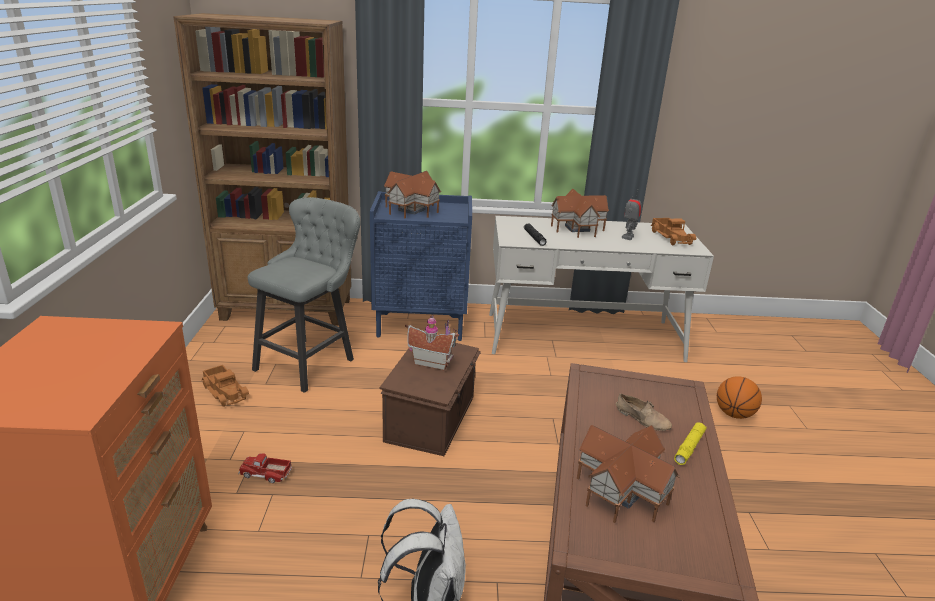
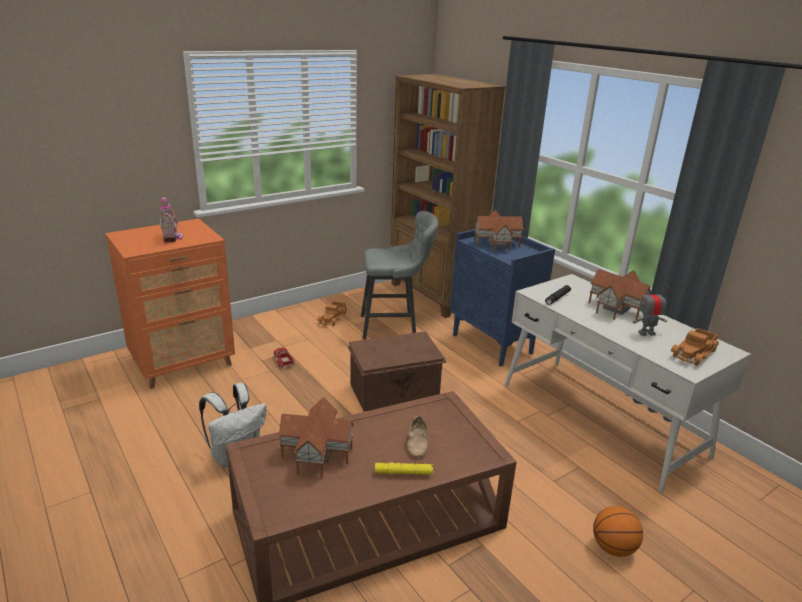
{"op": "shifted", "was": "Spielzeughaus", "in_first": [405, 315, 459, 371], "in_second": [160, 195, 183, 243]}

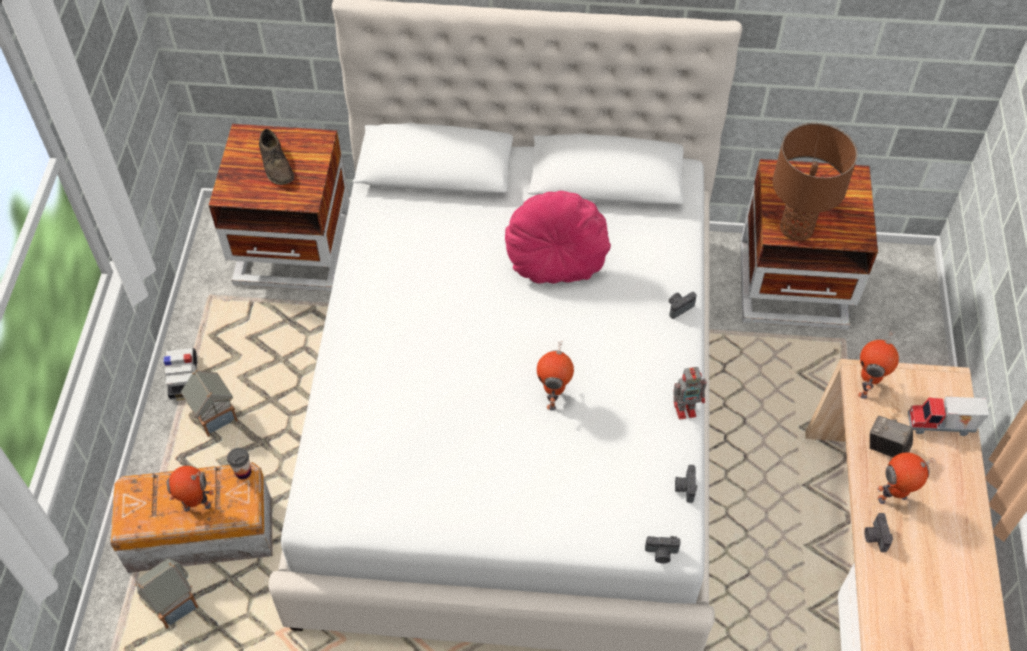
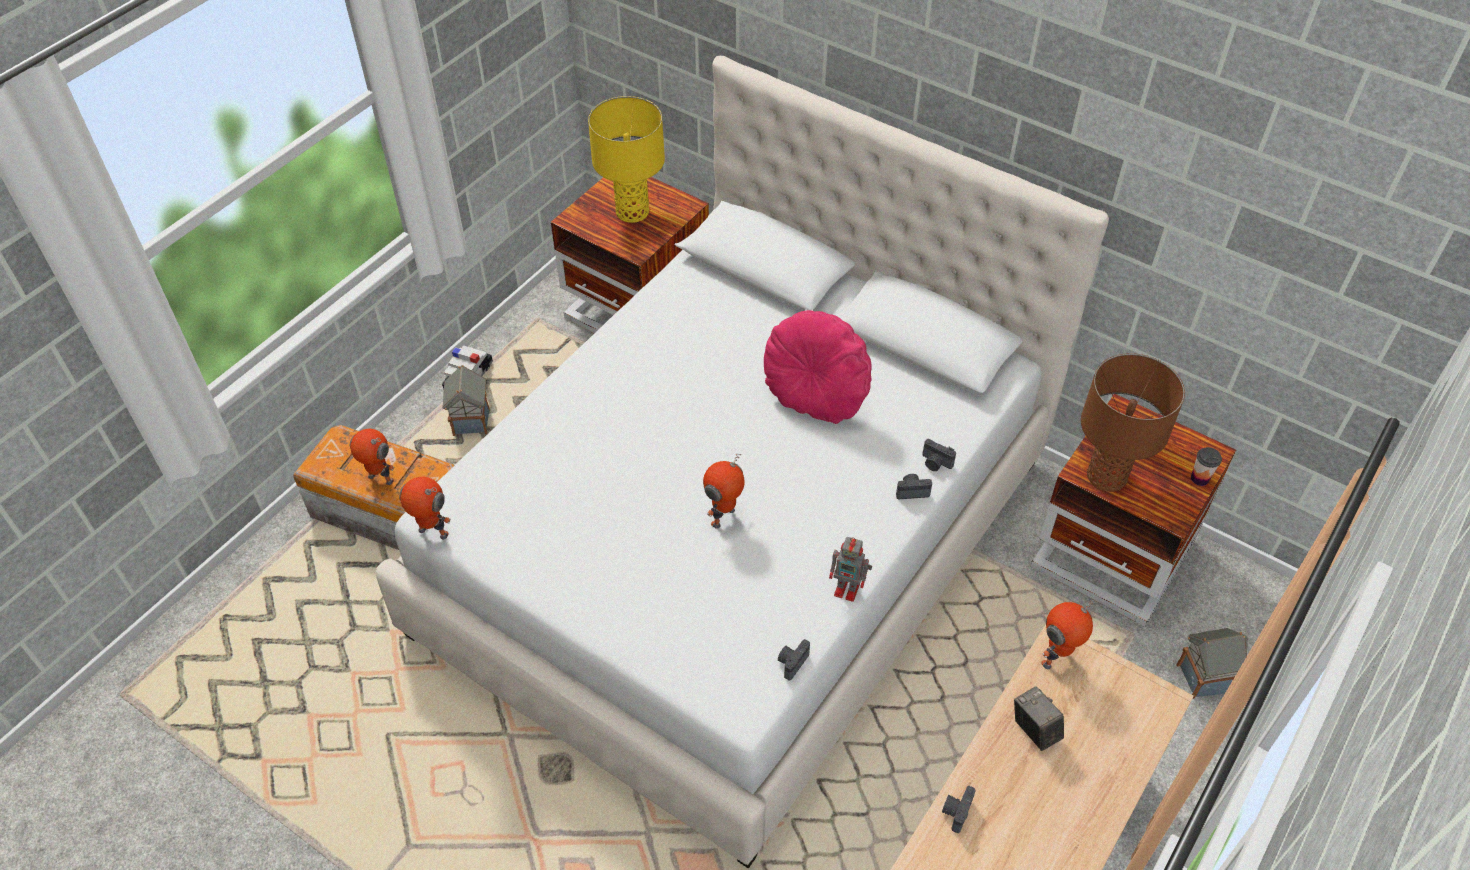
{"op": "shifted", "was": "Spielzeugroboter", "in_first": [877, 452, 936, 504], "in_second": [399, 477, 451, 540]}
{"op": "swapped", "was": "Schuh (braun)", "now": "Tischlampe (gelb)", "in_first": [259, 129, 294, 185], "in_second": [588, 96, 665, 223]}
{"op": "shifted", "was": "Kamera", "in_first": [645, 536, 680, 563], "in_second": [922, 439, 956, 471]}
{"op": "shifted", "was": "Spielzeughaus", "in_first": [134, 558, 198, 629], "in_second": [1176, 628, 1248, 699]}
{"op": "shifted", "was": "Tasse", "in_first": [227, 448, 252, 479], "in_second": [1191, 447, 1222, 486]}
{"op": "gone", "was": "Spielzeuglaster", "in_first": [908, 397, 989, 436]}

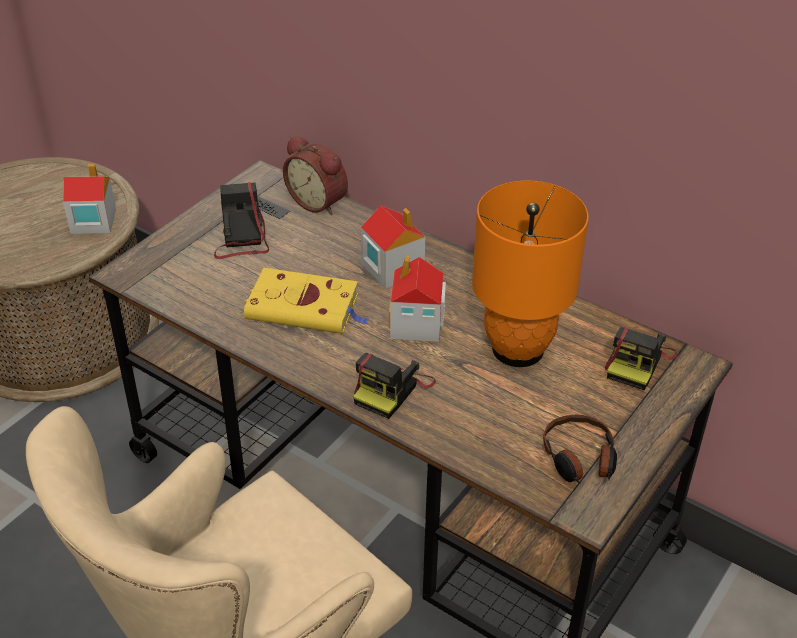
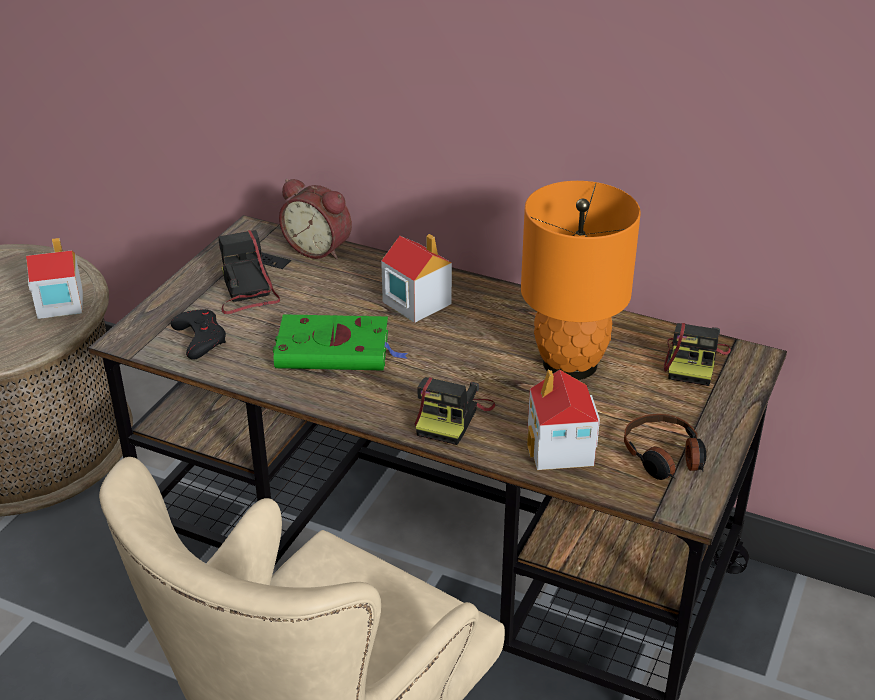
{"op": "new", "now": "Gamepad (schwarz)", "in_second": [171, 309, 226, 360]}
{"op": "repainted", "was": "Buch (gelb)", "now": "Buch (grün)", "in_first": [244, 268, 369, 334], "in_second": [273, 314, 408, 371]}
{"op": "shifted", "was": "Spielzeughaus", "in_first": [389, 256, 446, 342], "in_second": [527, 370, 600, 470]}

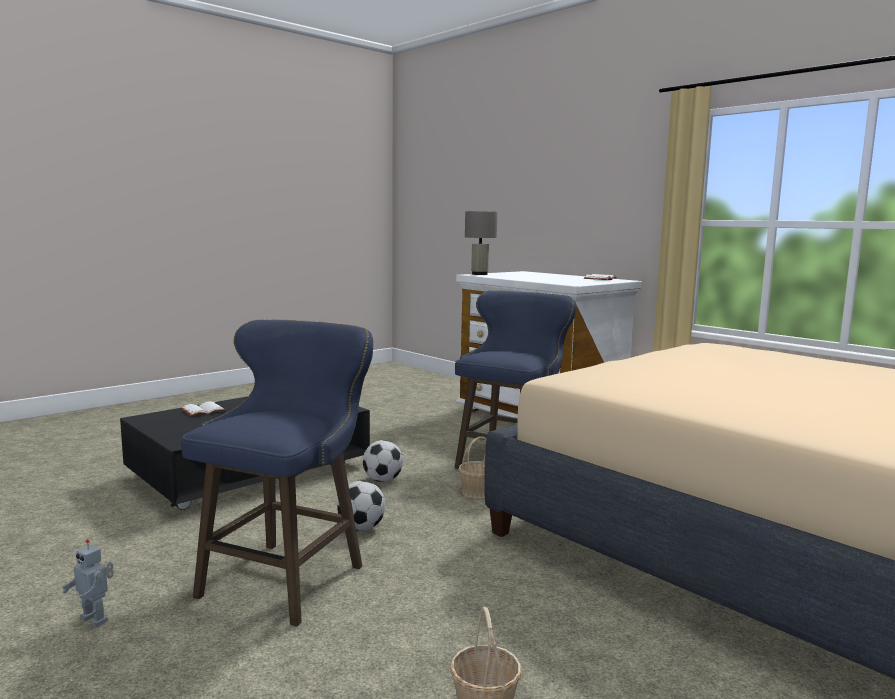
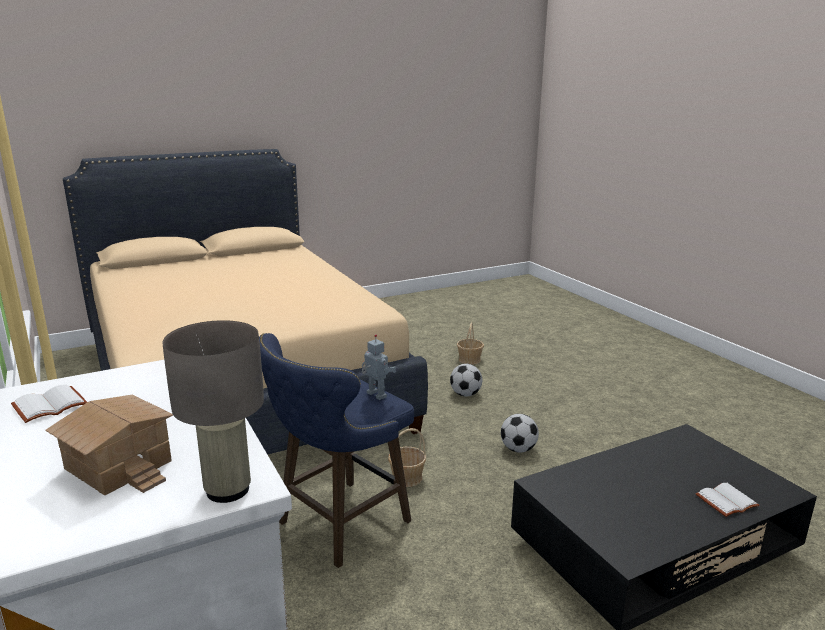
{"op": "new", "now": "Spielzeughaus", "in_second": [45, 395, 173, 495]}
{"op": "shifted", "was": "Spielzeugroboter", "in_first": [61, 539, 114, 628], "in_second": [362, 334, 396, 400]}
{"op": "shifted", "was": "Fußball", "in_first": [363, 440, 403, 482], "in_second": [450, 364, 482, 397]}
{"op": "gone", "was": "Hocker (blau)", "in_first": [181, 319, 373, 627]}

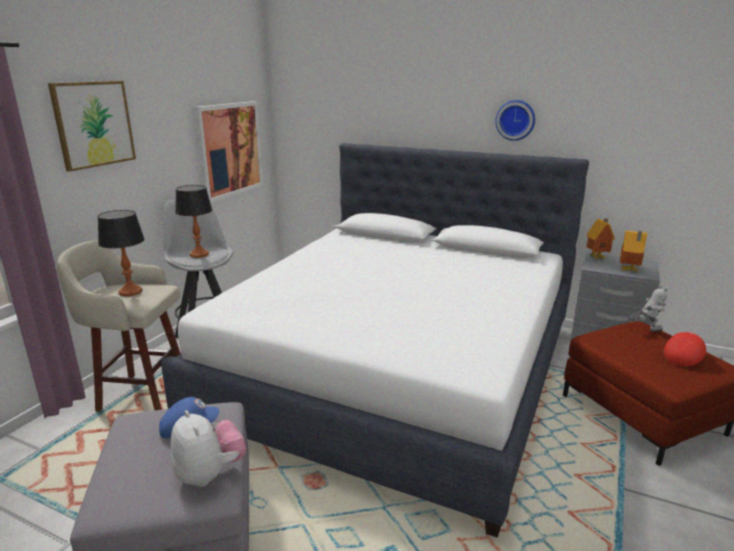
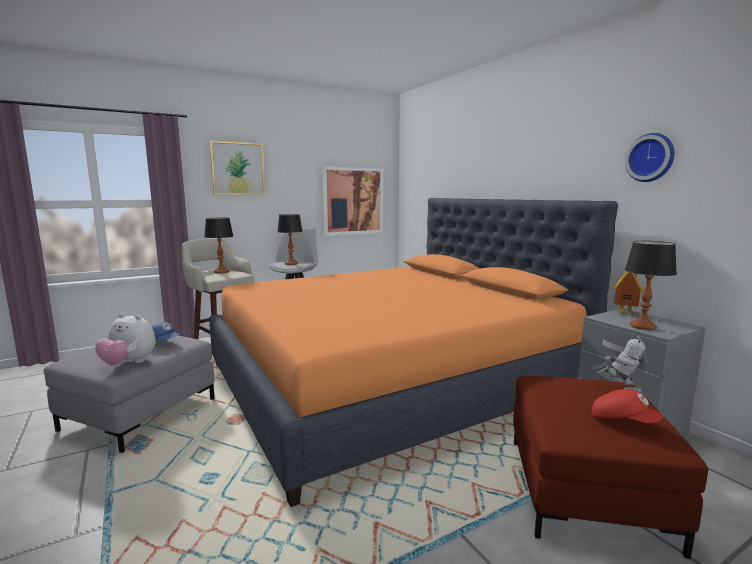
{"op": "rotated", "was": "Plüschtier", "in_first": [171, 410, 246, 487], "in_second": [95, 314, 156, 365], "clockwise": 105}
{"op": "repainted", "was": "Bett (weiß)", "now": "Bett (orange)", "in_first": [161, 143, 589, 538], "in_second": [209, 198, 618, 507]}
{"op": "rotated", "was": "Kappe (rot)", "in_first": [664, 332, 706, 366], "in_second": [591, 389, 664, 423], "clockwise": 45}
{"op": "shifted", "was": "Wanduhr", "in_first": [495, 100, 535, 141], "in_second": [625, 133, 675, 182]}
{"op": "swapped", "was": "Spielzeughaus", "now": "Tischlampe", "in_first": [620, 231, 647, 272], "in_second": [625, 241, 677, 330]}

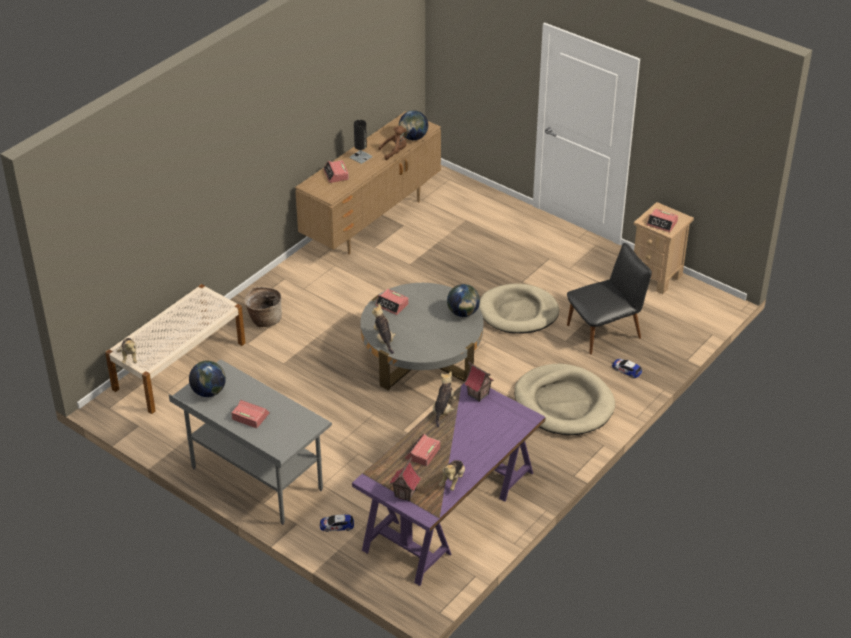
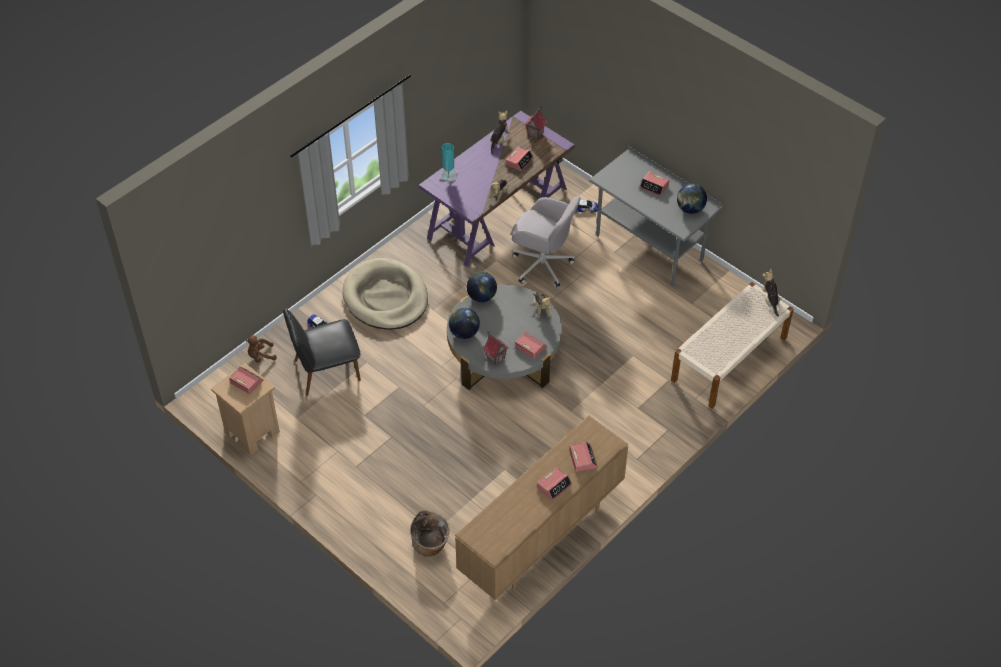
{"op": "shifted", "was": "Plüschtier (braun)", "in_first": [379, 126, 407, 160], "in_second": [246, 335, 277, 363]}
{"op": "shifted", "was": "Korb", "in_first": [244, 287, 282, 327], "in_second": [410, 510, 450, 557]}
{"op": "new", "now": "Tischlampe (türkis)", "in_second": [439, 143, 458, 182]}
{"op": "shifted", "was": "Globus", "in_first": [399, 110, 428, 140], "in_second": [467, 272, 497, 302]}
{"op": "shifted", "was": "Spielzeughaus", "in_first": [464, 361, 494, 402], "in_second": [483, 331, 509, 365]}
{"op": "new", "now": "Bürostuhl (grau)", "in_second": [511, 196, 580, 287]}
{"op": "swapped", "was": "Tischlampe (schwarz)", "now": "Wecker", "in_first": [350, 120, 372, 164], "in_second": [537, 467, 572, 501]}
{"op": "gone", "was": "Hundebett (beige)", "in_first": [479, 284, 559, 334]}

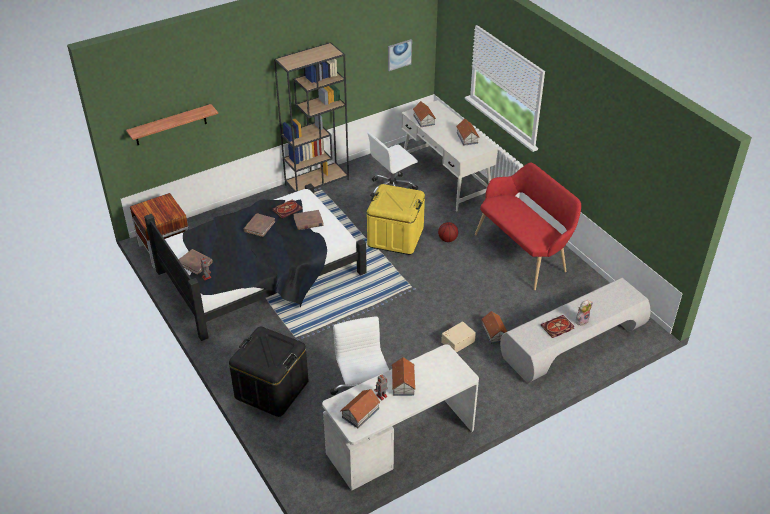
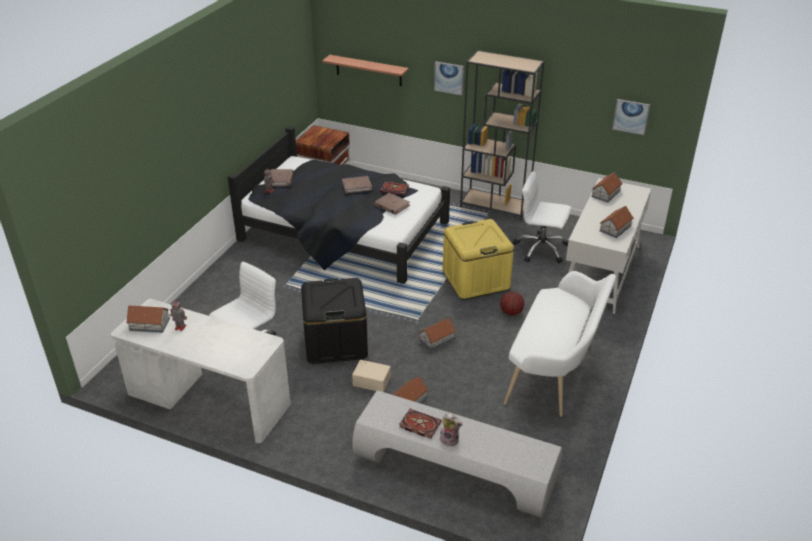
{"op": "shifted", "was": "Aufbewahrungsbox (schwarz)", "in_first": [229, 326, 308, 417], "in_second": [301, 278, 368, 364]}
{"op": "shifted", "was": "Spielzeughaus", "in_first": [392, 357, 416, 396], "in_second": [418, 318, 456, 350]}
{"op": "new", "now": "Bild", "in_second": [434, 61, 464, 95]}
{"op": "repainted", "was": "Bank (rot)", "now": "Bank (weiß)", "in_first": [475, 162, 581, 290], "in_second": [504, 271, 616, 417]}

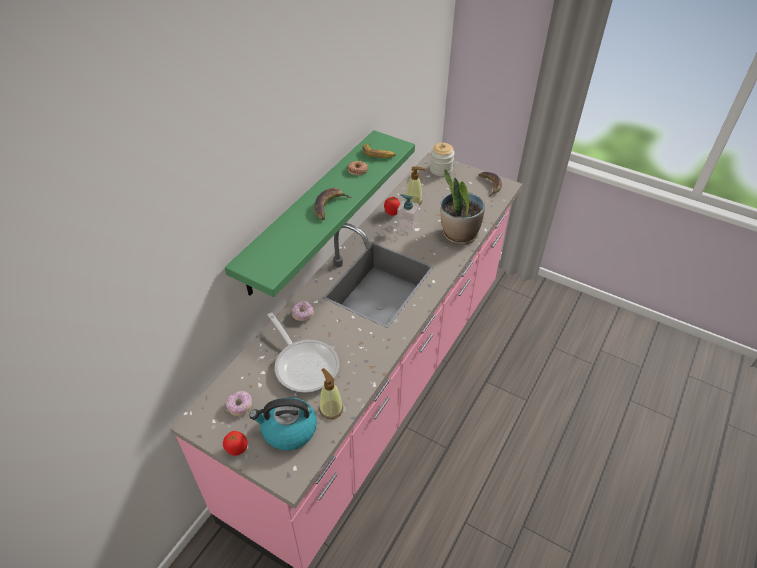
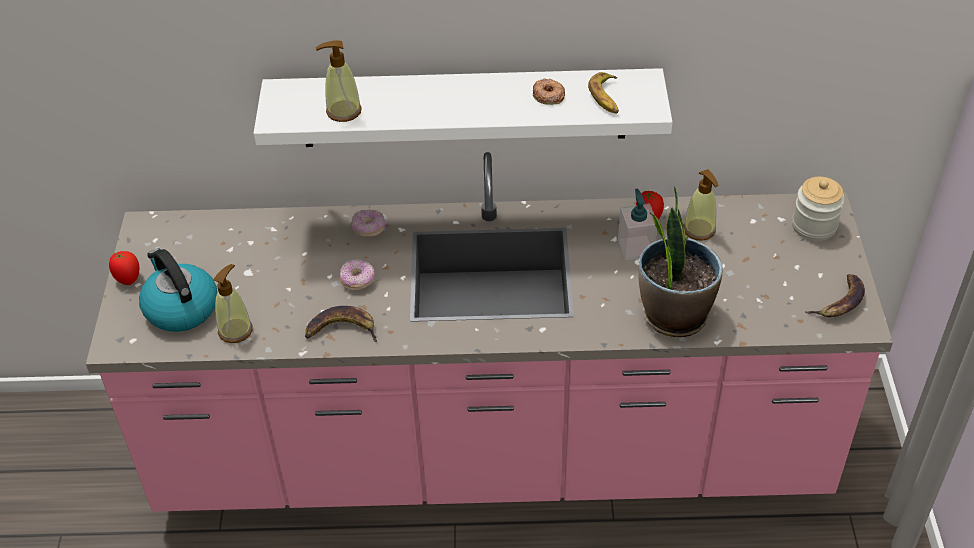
{"op": "repainted", "was": "Wandregal (grün)", "now": "Wandregal (weiß)", "in_first": [225, 130, 415, 297], "in_second": [253, 68, 672, 147]}
{"op": "shifted", "was": "Banane", "in_first": [314, 188, 352, 220], "in_second": [305, 306, 377, 342]}
{"op": "new", "now": "Seifenspender", "in_second": [316, 40, 362, 122]}
{"op": "shifted", "was": "Donut", "in_first": [226, 391, 252, 416], "in_second": [339, 259, 375, 291]}
{"op": "gone", "was": "Pfanne", "in_first": [268, 312, 339, 392]}

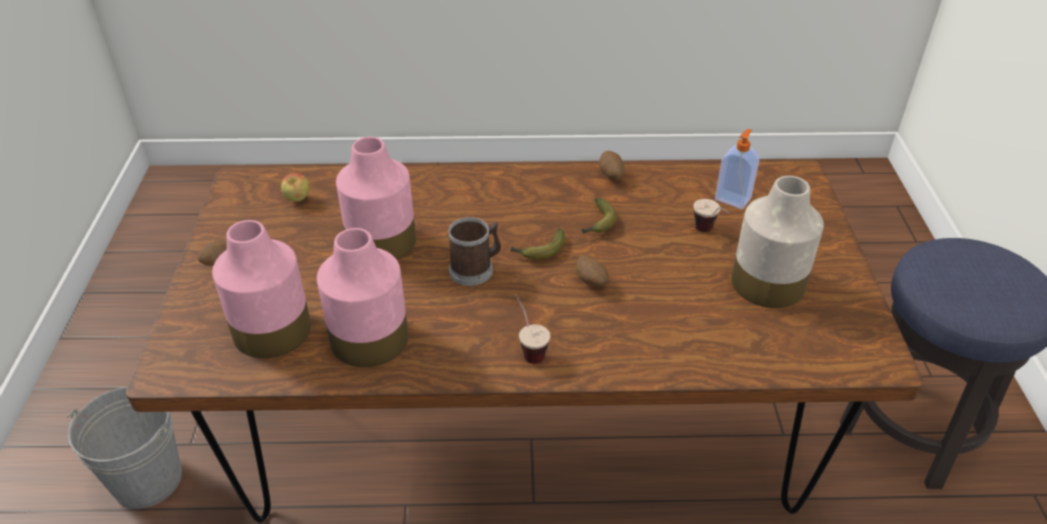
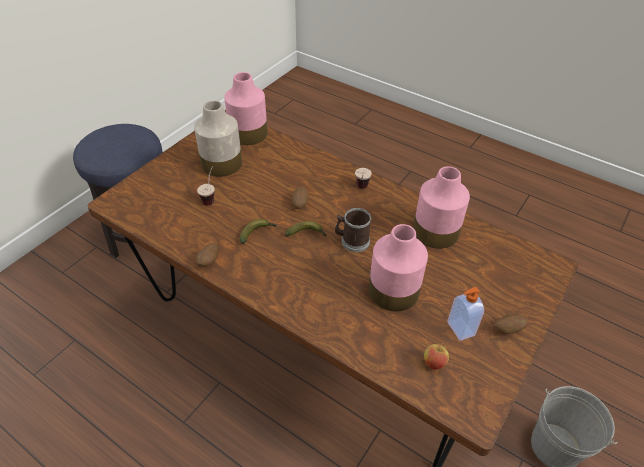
{"op": "shifted", "was": "Vase (rosa)", "in_first": [212, 220, 311, 358], "in_second": [224, 72, 268, 145]}
{"op": "shifted", "was": "Seifenspender", "in_first": [715, 129, 759, 209], "in_second": [447, 287, 484, 341]}

